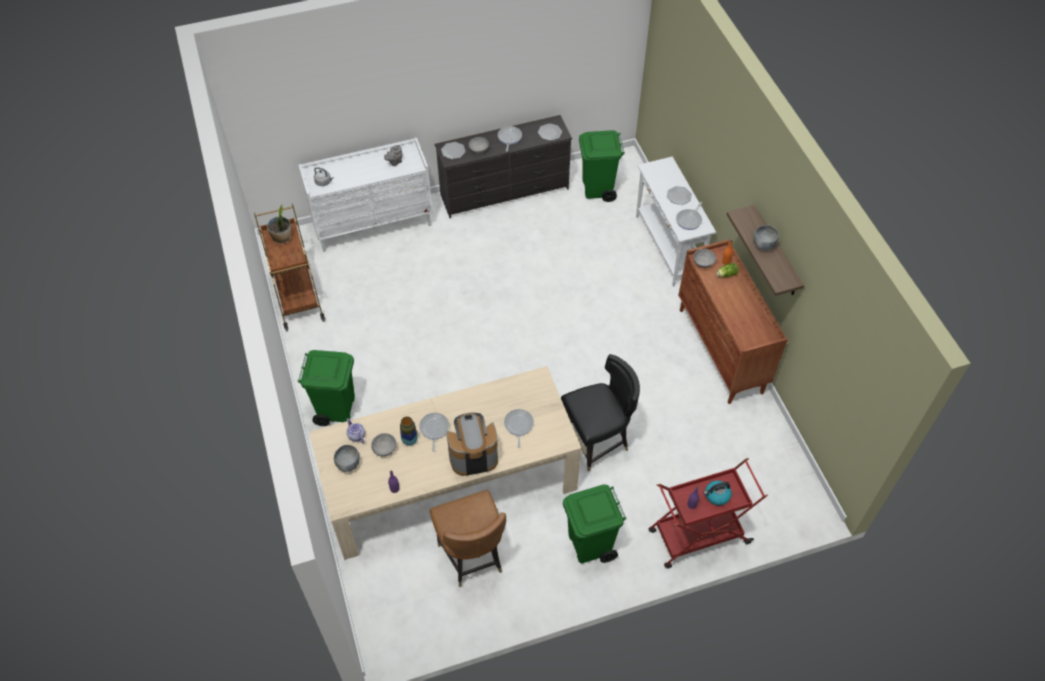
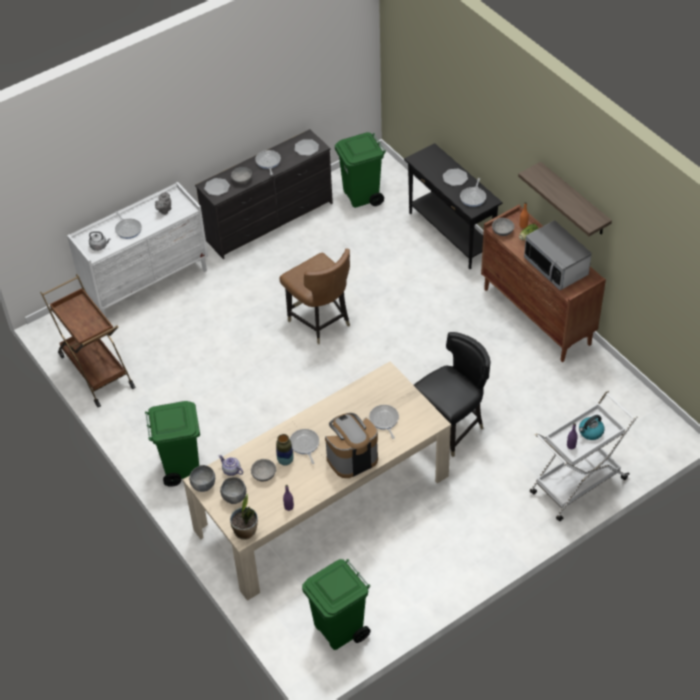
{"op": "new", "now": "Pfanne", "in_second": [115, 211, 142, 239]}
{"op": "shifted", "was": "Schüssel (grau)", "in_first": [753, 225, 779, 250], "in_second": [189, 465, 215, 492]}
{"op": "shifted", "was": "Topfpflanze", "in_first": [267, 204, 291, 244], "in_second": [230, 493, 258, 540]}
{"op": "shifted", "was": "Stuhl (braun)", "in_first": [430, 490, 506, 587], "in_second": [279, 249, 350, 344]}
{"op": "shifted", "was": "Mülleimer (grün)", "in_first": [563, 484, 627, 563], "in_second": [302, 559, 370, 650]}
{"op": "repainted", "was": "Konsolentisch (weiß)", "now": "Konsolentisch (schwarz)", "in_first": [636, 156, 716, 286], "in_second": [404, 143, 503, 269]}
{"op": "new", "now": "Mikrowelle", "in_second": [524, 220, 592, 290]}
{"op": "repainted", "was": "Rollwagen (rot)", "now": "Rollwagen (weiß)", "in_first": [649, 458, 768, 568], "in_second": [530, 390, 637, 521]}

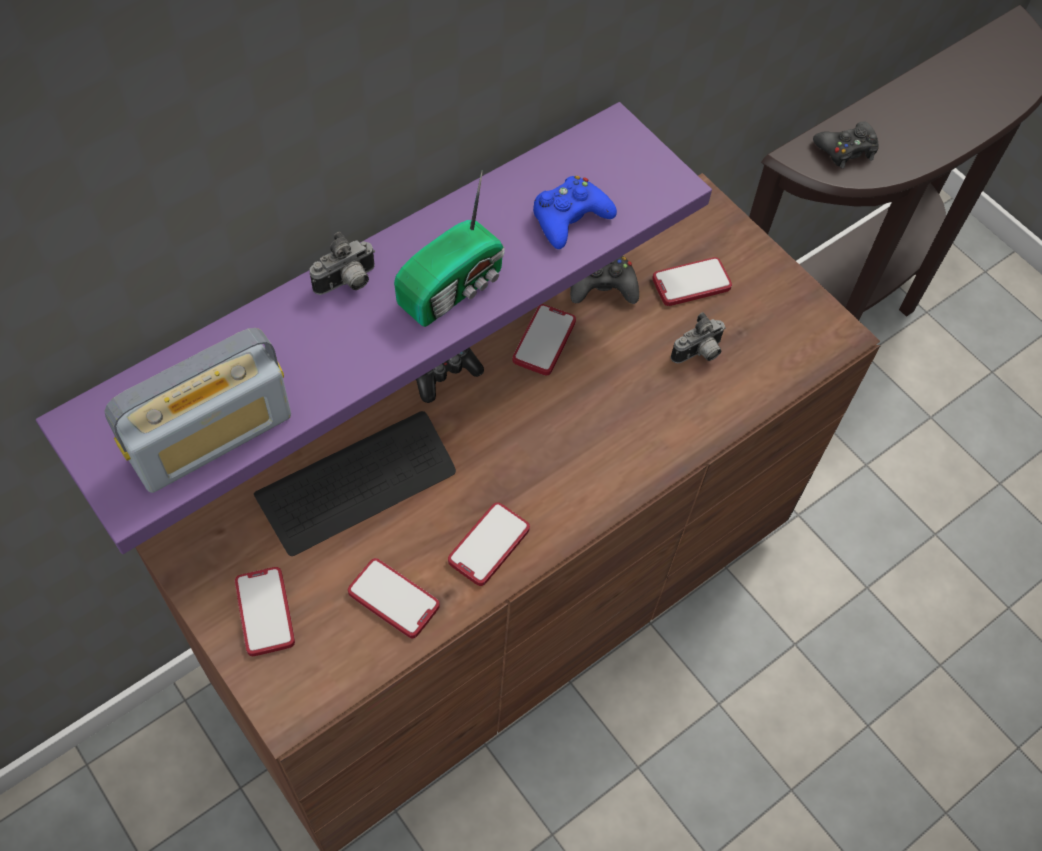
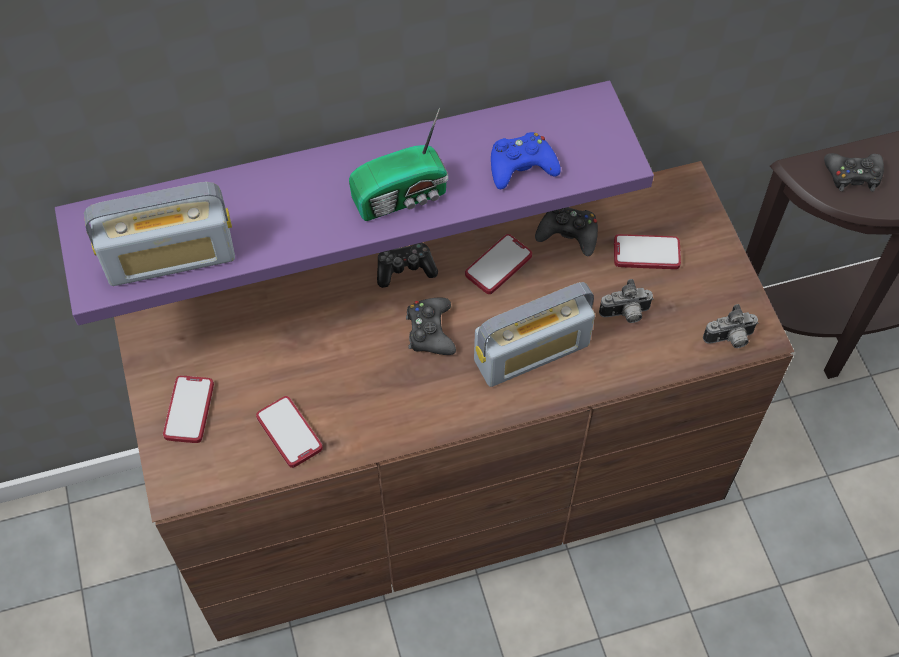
{"op": "new", "now": "Gamepad (schwarz)", "in_second": [406, 298, 456, 355]}
{"op": "new", "now": "Radio", "in_second": [474, 282, 595, 387]}
{"op": "shifted", "was": "Kamera", "in_first": [309, 232, 375, 295], "in_second": [703, 304, 759, 348]}
{"op": "gone", "was": "Tastatur", "in_first": [254, 411, 456, 556]}
{"op": "gone", "was": "Handy", "in_first": [448, 502, 530, 586]}

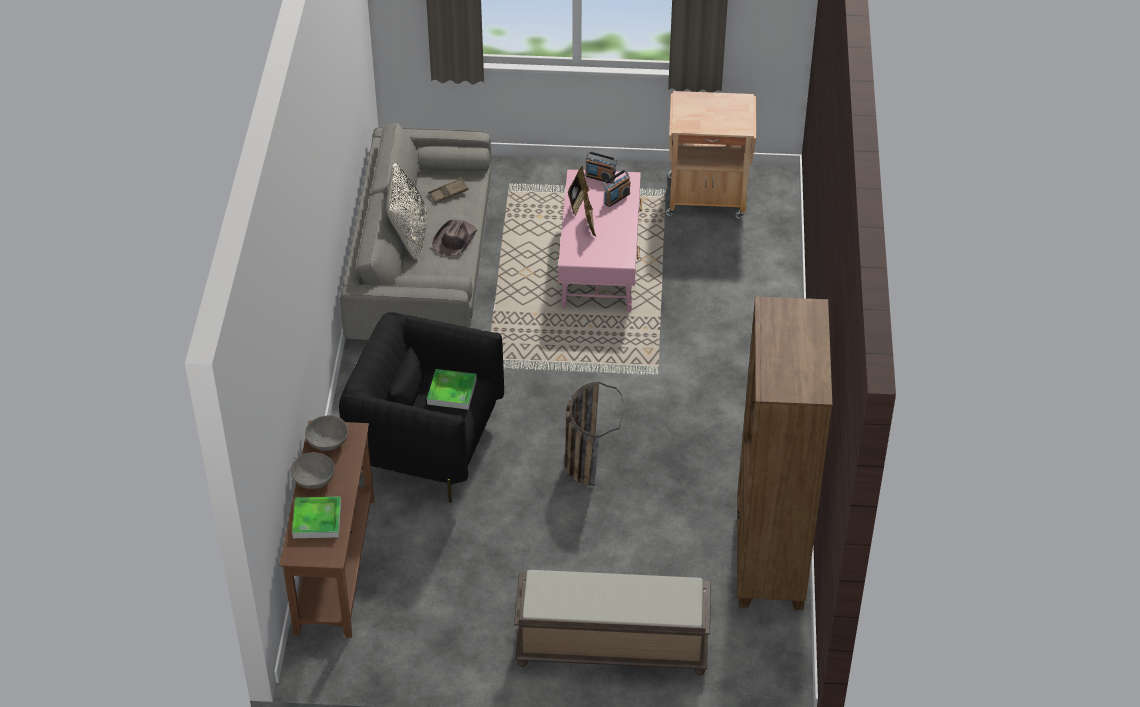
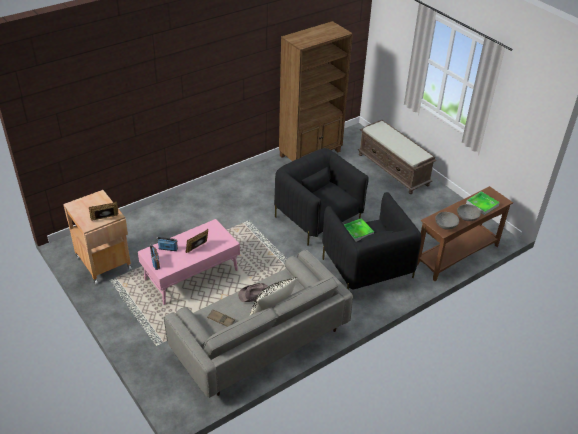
{"op": "shifted", "was": "Bilderrahmen", "in_first": [568, 165, 589, 216], "in_second": [89, 202, 118, 220]}
{"op": "swapped", "was": "Korb", "now": "Sessel (schwarz)", "in_first": [565, 382, 623, 486], "in_second": [274, 148, 369, 246]}

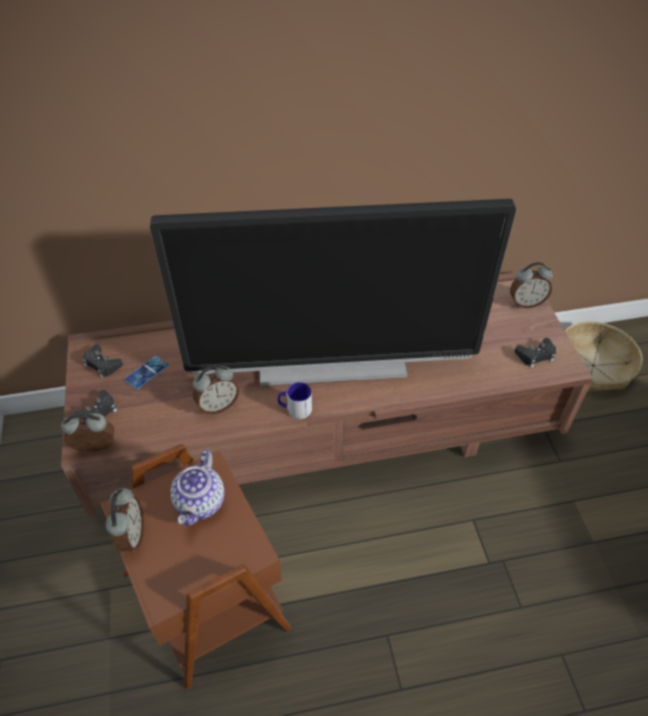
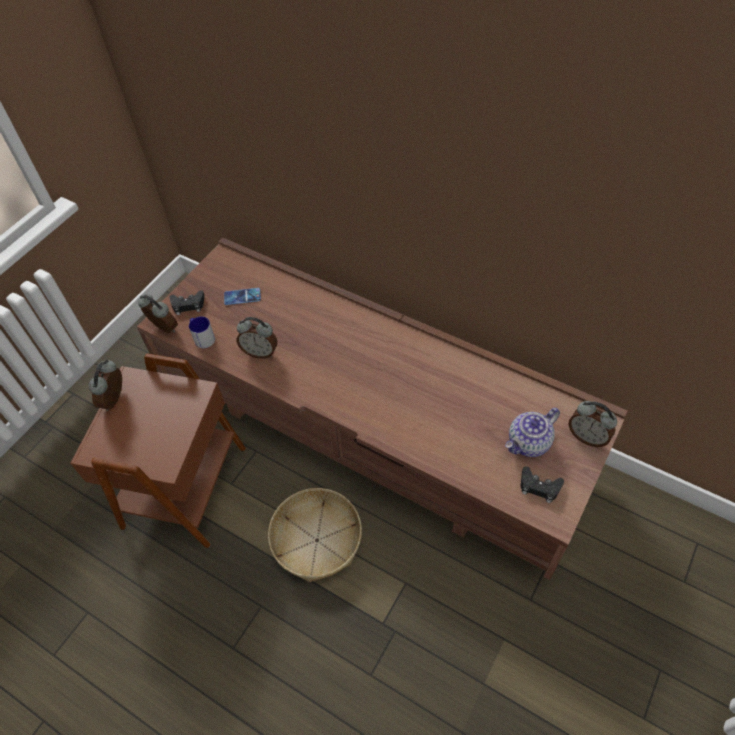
{"op": "rotated", "was": "Wecker", "in_first": [105, 488, 144, 552], "in_second": [89, 360, 122, 411], "clockwise": 150}
{"op": "shifted", "was": "Henkelbecher", "in_first": [278, 382, 312, 419], "in_second": [189, 316, 215, 348]}
{"op": "shifted", "was": "Korb", "in_first": [565, 322, 643, 392], "in_second": [268, 488, 362, 582]}
{"op": "shifted", "was": "Teekanne", "in_first": [170, 450, 224, 526], "in_second": [505, 408, 560, 457]}
{"op": "gone", "was": "Gamepad (schwarz)", "in_first": [82, 344, 123, 378]}
{"op": "gone", "was": "Fernseher", "in_first": [150, 199, 516, 386]}

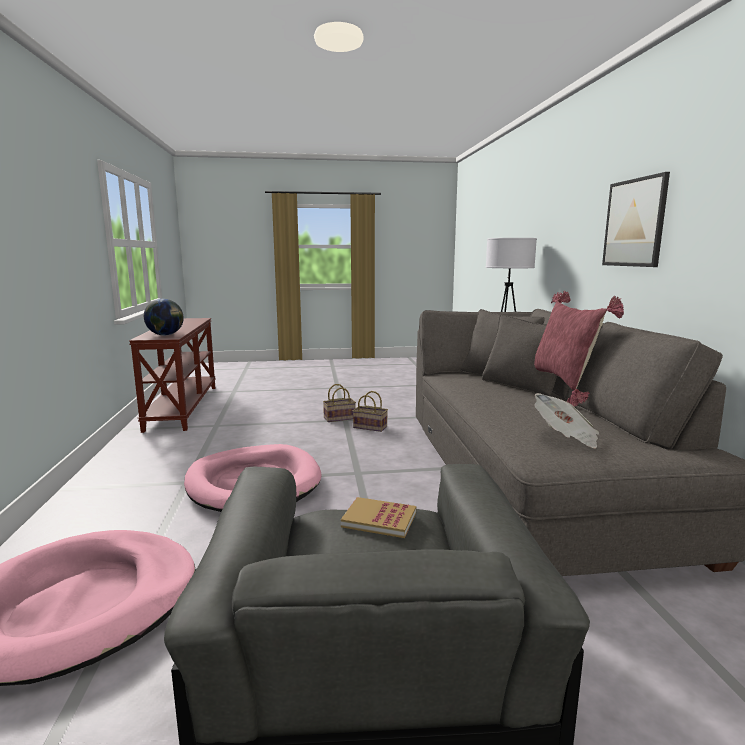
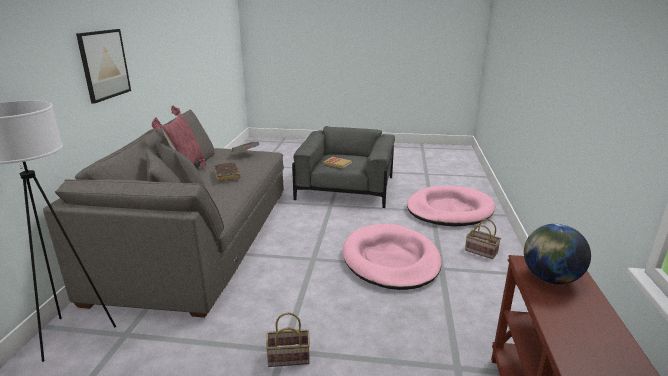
{"op": "new", "now": "Buch (braun)", "in_second": [214, 162, 240, 182]}
{"op": "shifted", "was": "Korb", "in_first": [353, 391, 388, 432], "in_second": [465, 219, 501, 259]}

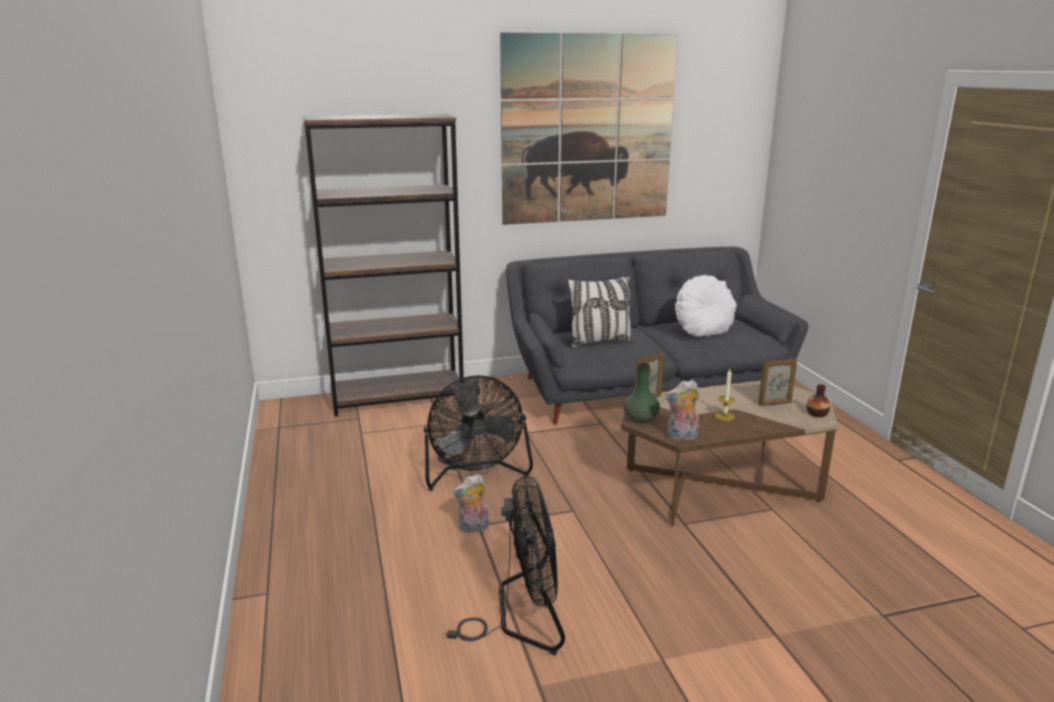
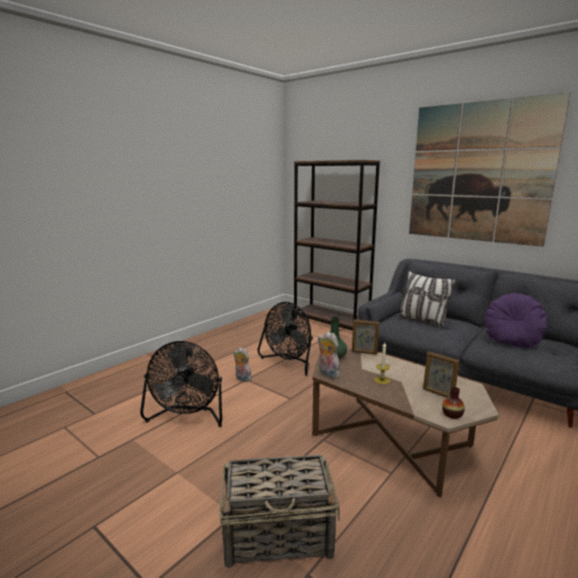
{"op": "rotated", "was": "Ventilator (schwarz)", "in_first": [445, 475, 565, 656], "in_second": [140, 341, 222, 427], "clockwise": 45}
{"op": "new", "now": "Korb", "in_second": [219, 455, 339, 568]}
{"op": "repainted", "was": "Kissen (weiß)", "now": "Kissen (lila)", "in_first": [675, 275, 737, 337], "in_second": [485, 293, 547, 348]}

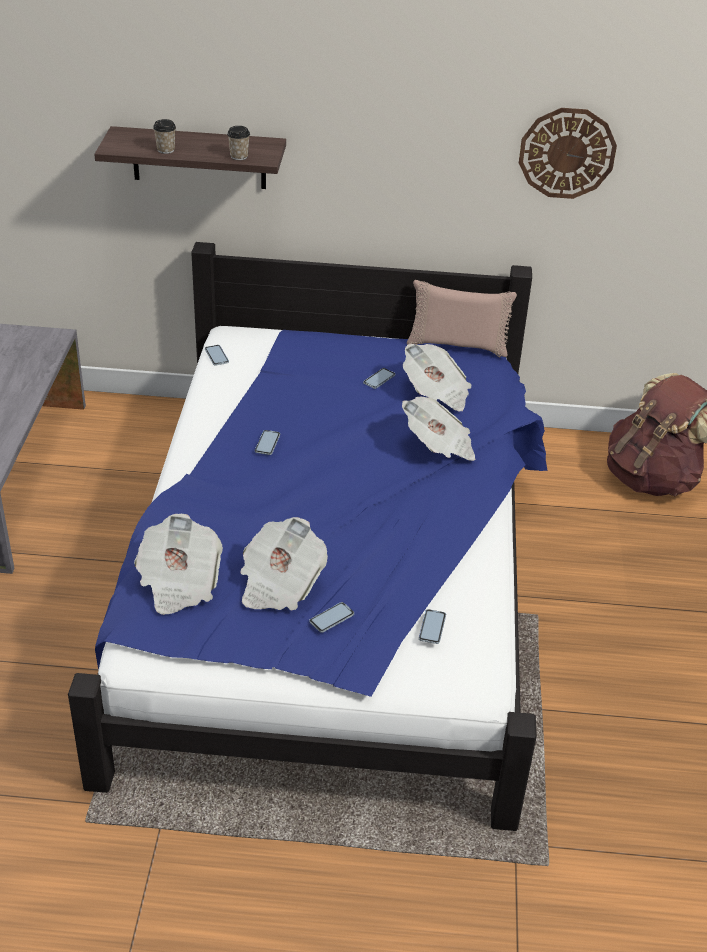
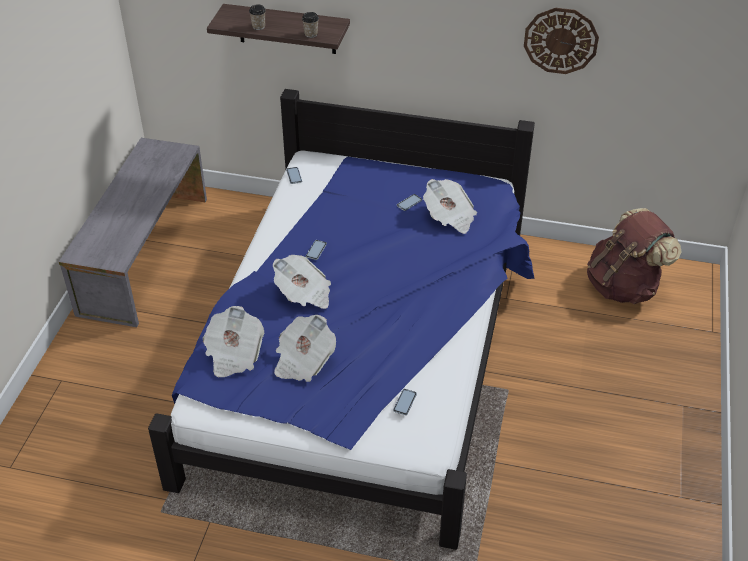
{"op": "shifted", "was": "Zeitung", "in_first": [402, 397, 476, 461], "in_second": [273, 255, 331, 309]}
{"op": "gone", "was": "Handy", "in_first": [309, 602, 354, 633]}
{"op": "gone", "was": "Kissen (beige)", "in_first": [407, 280, 517, 358]}

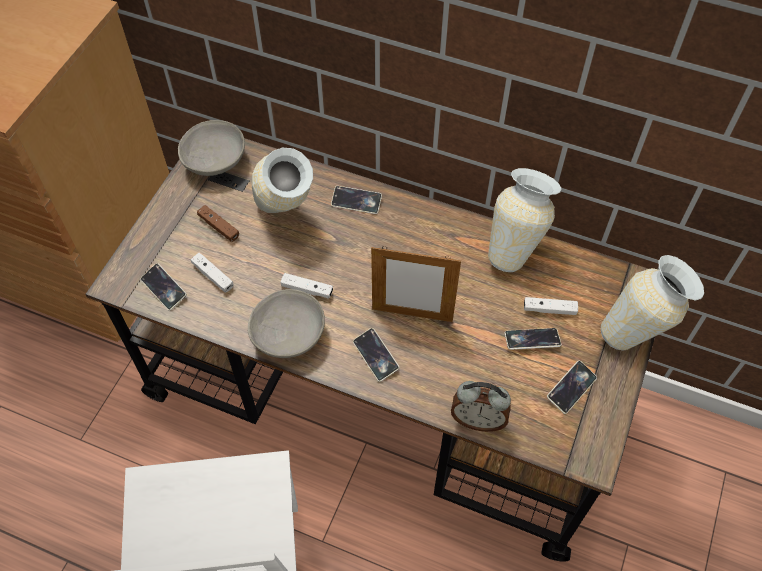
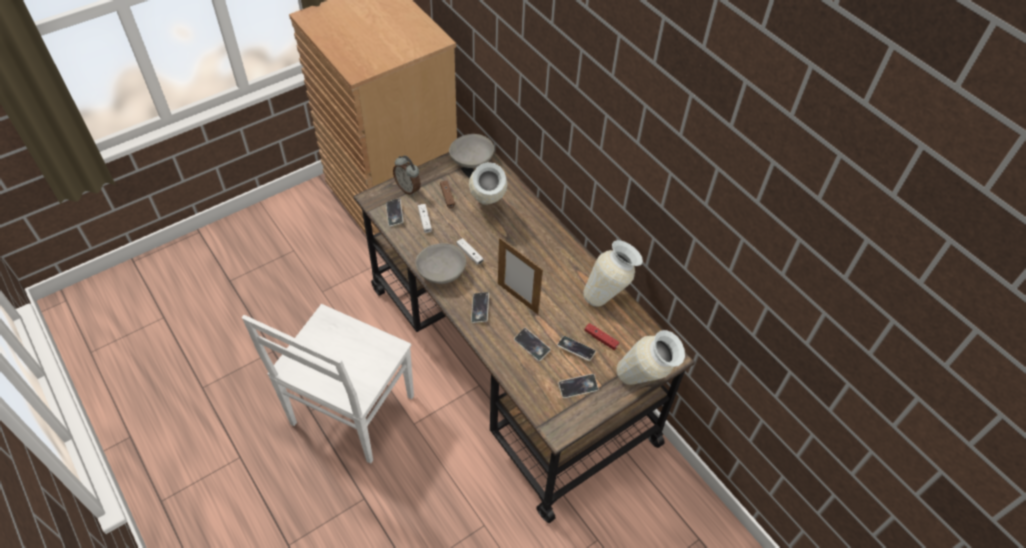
{"op": "shifted", "was": "Wecker", "in_first": [451, 381, 511, 432], "in_second": [393, 155, 421, 196]}
{"op": "shifted", "was": "Handy", "in_first": [331, 186, 382, 214], "in_second": [514, 328, 551, 361]}
{"op": "repainted", "was": "Gamepad (weiß)", "now": "Gamepad (rot)", "in_first": [524, 297, 578, 315], "in_second": [584, 323, 619, 350]}

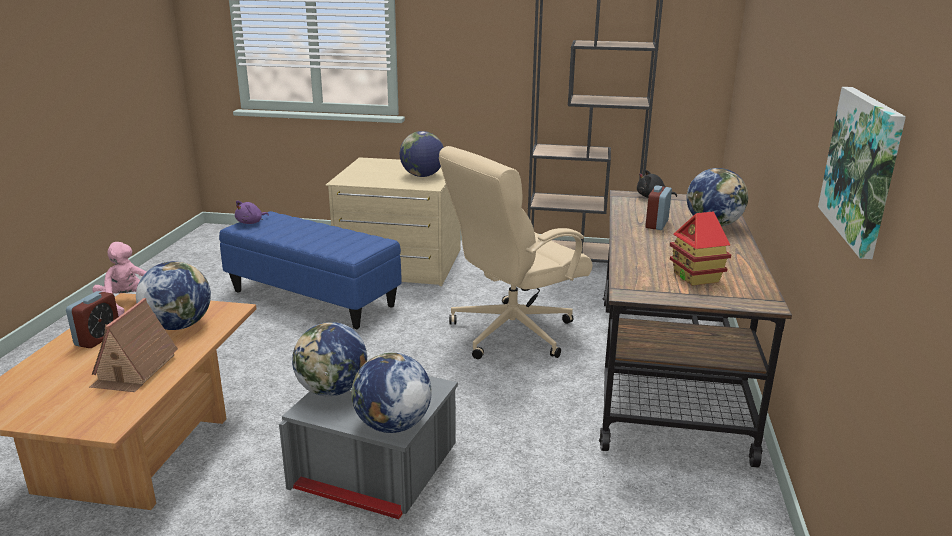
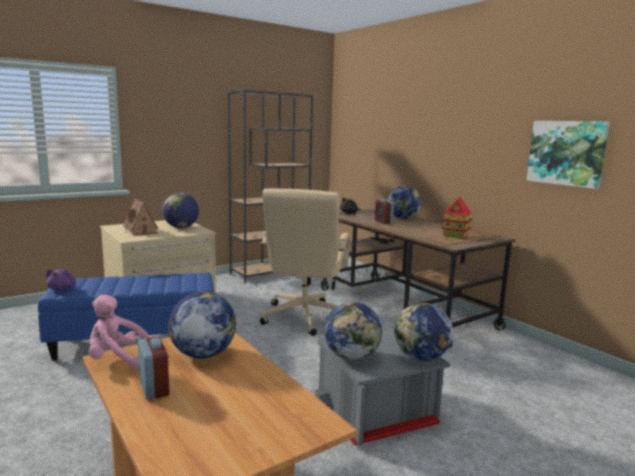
{"op": "shifted", "was": "Spielzeughaus", "in_first": [90, 298, 178, 392], "in_second": [123, 199, 159, 236]}

